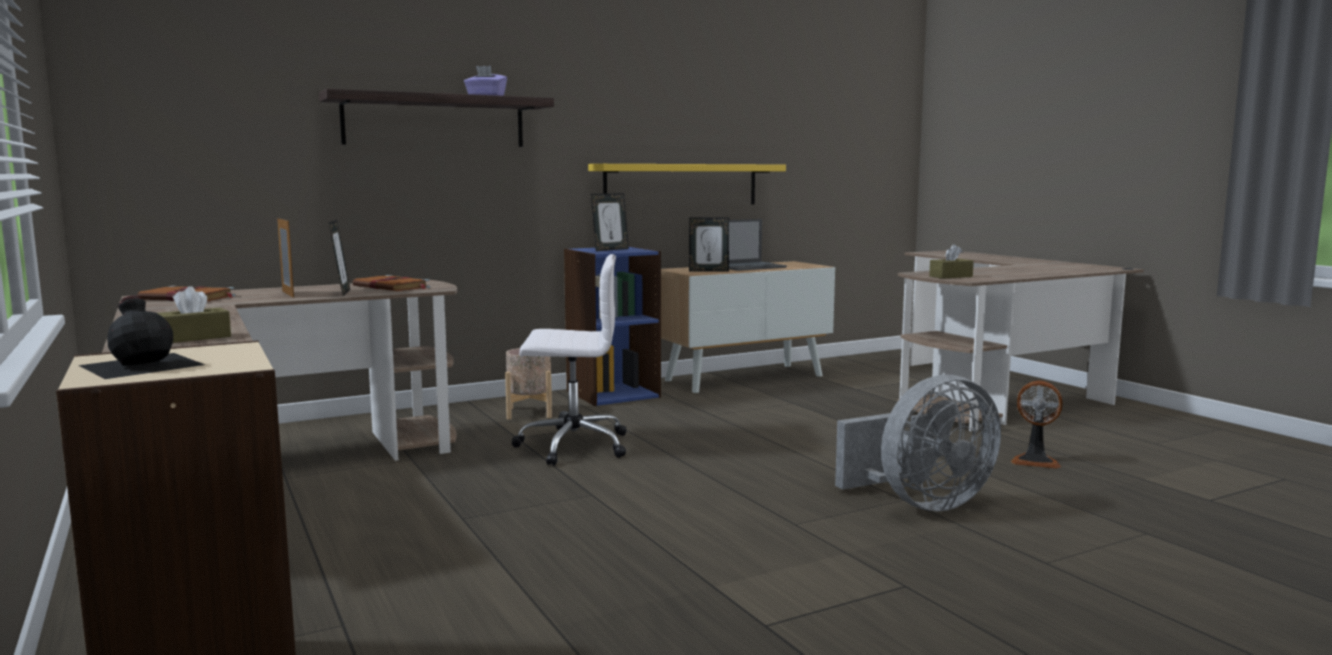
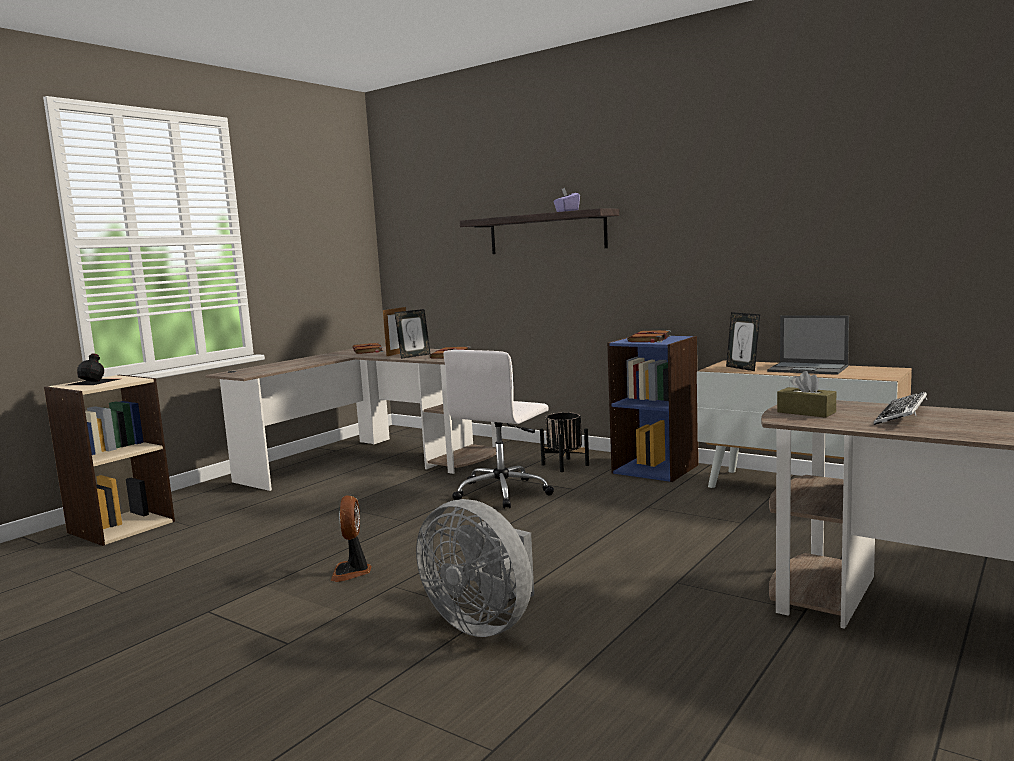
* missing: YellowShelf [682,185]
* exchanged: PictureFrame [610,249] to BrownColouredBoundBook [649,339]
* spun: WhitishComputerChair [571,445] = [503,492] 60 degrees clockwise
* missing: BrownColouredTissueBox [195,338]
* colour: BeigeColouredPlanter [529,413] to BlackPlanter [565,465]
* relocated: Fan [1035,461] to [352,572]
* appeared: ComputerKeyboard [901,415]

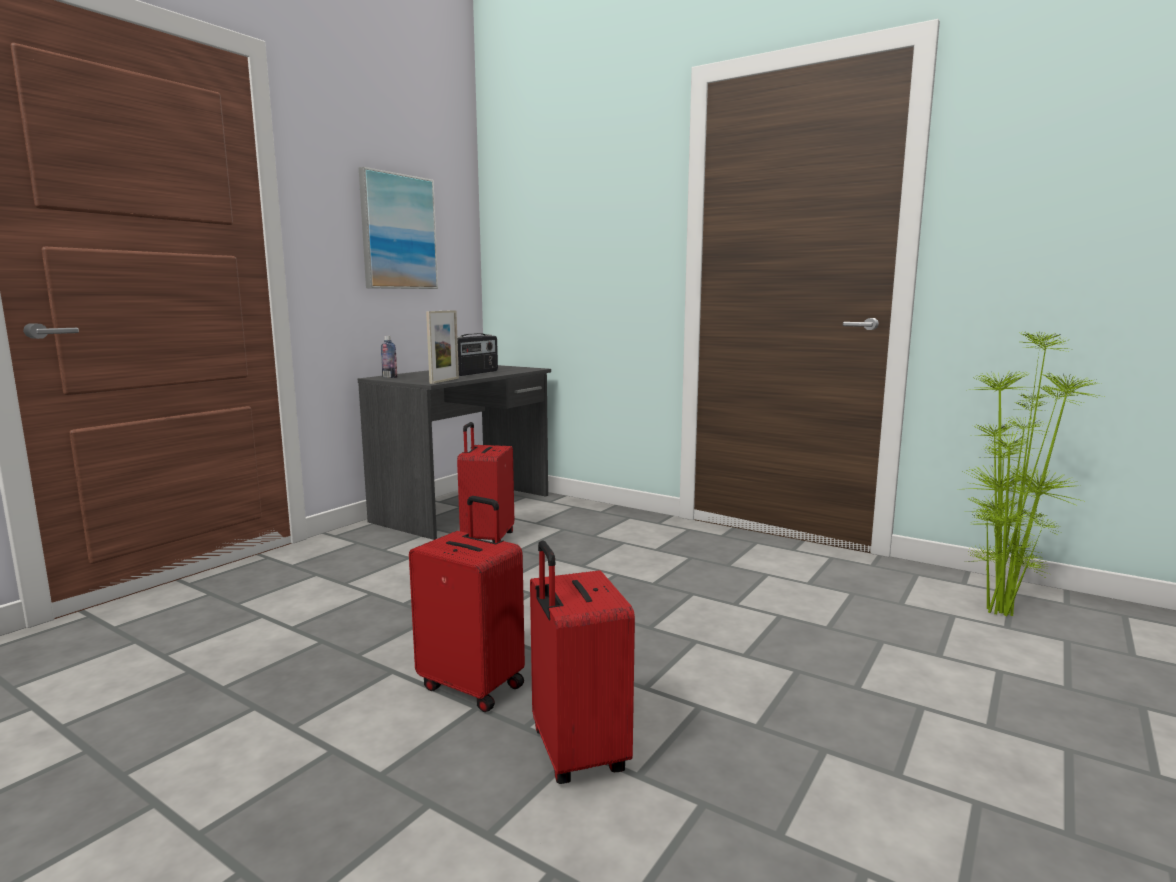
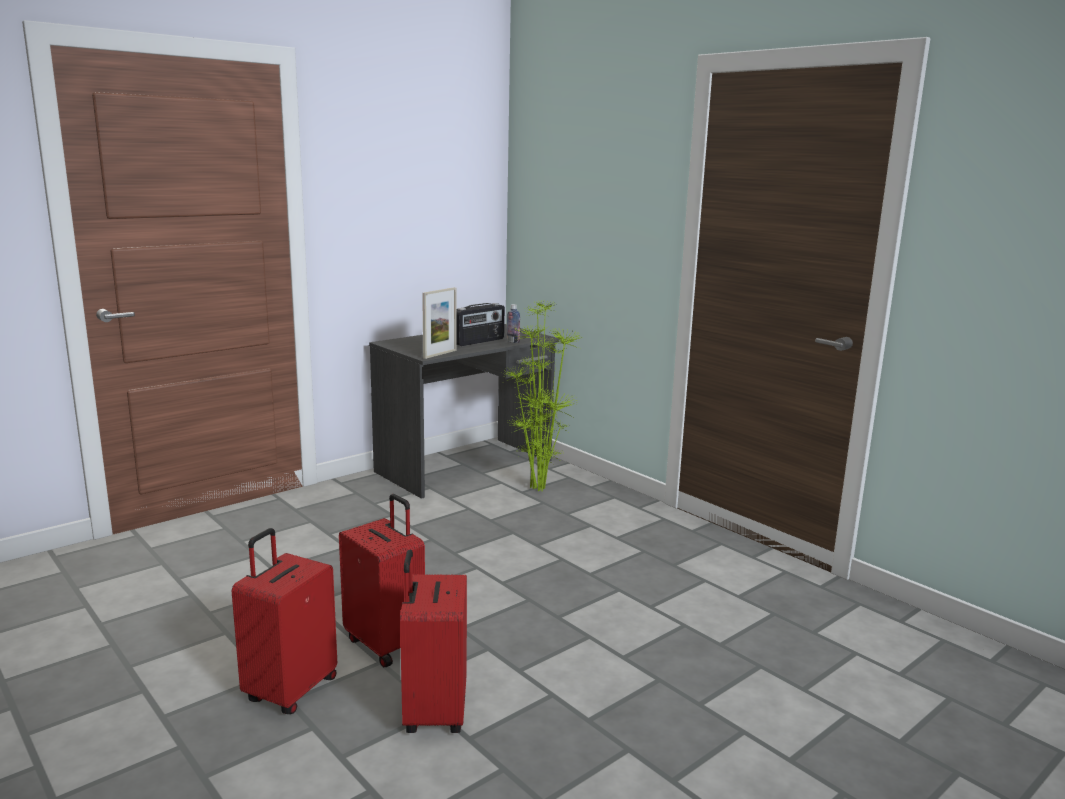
* missing: Picture [398,232]
* relocated: PlantInAPot [1002,614] to [538,490]
* relocated: BeverageBottle [389,377] to [513,341]
* relocated: ReddishPieceOfLuggage [487,539] to [290,690]

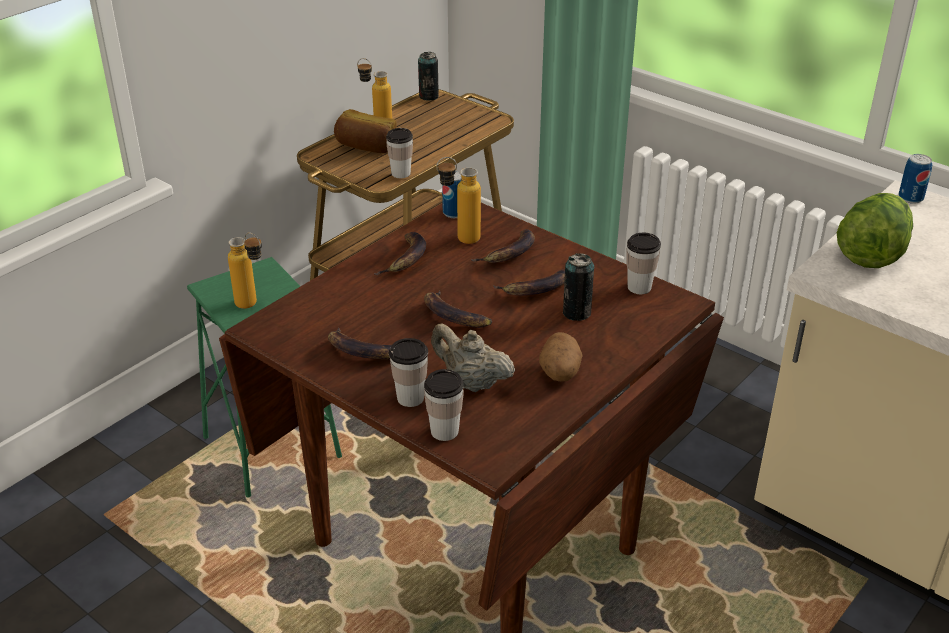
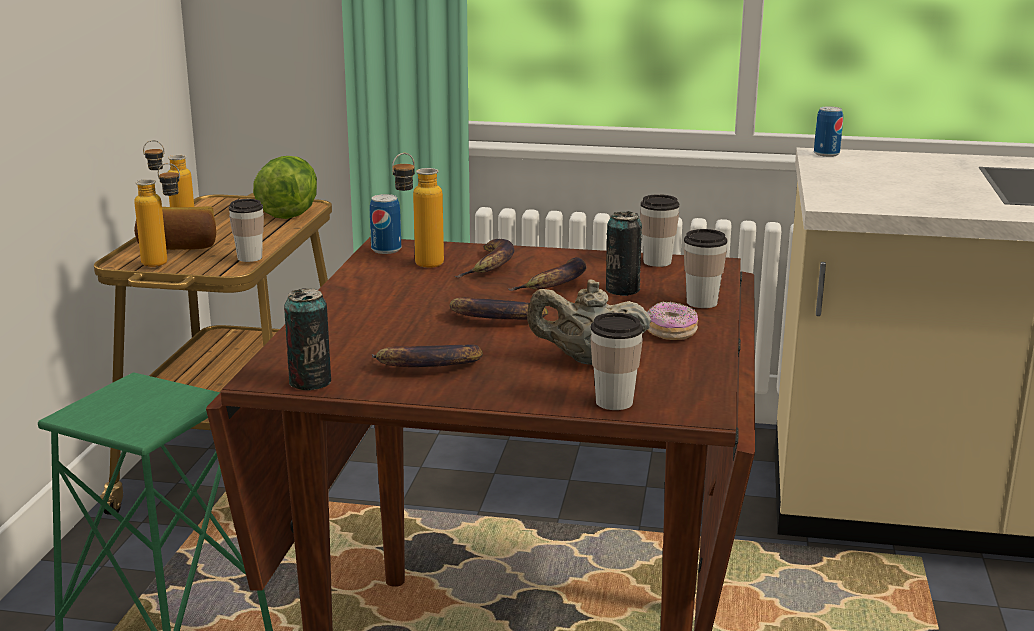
* relocated: SealedCan [428,96] to [310,382]
* relocated: Lettuce [871,253] to [290,212]
* missing: BananaFruit [406,259]
* relocated: BeverageBottle [253,306] to [165,263]
* exchanged: Potato [559,373] to Doughnut [670,333]
* relocated: Cup [410,398] to [701,302]

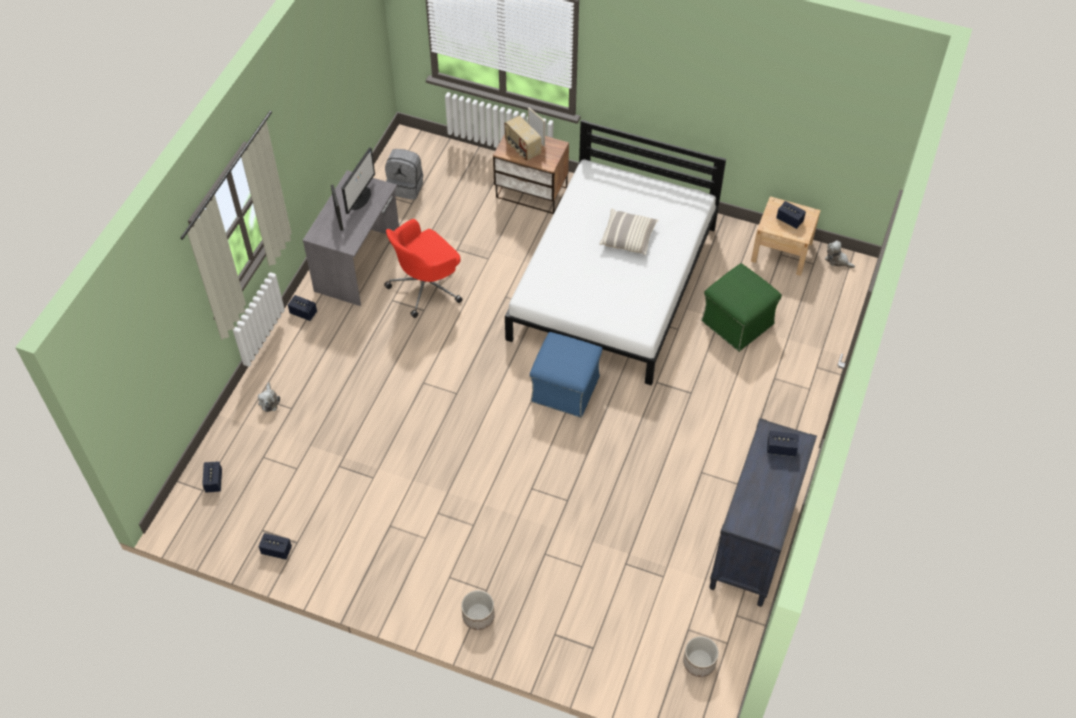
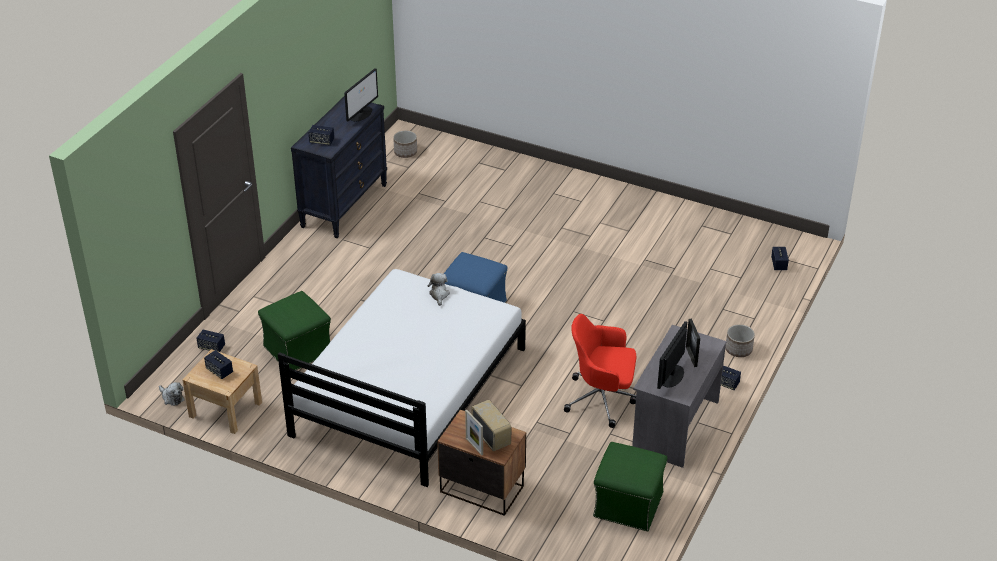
* exchanged: GreyKnapsack [406,187] to GreenishPouffe [627,505]
* missing: Cushion [628,237]
* spun: ReddishComputerChair [426,287] = [602,399] 135 degrees counterclockwise
* relocated: SoftToy [269,401] to [439,295]
* relocated: AudioSpeaker [276,550] to [211,347]
* relocated: Planter [478,616] to [739,350]
* appeared: ComputerScreen [361,113]

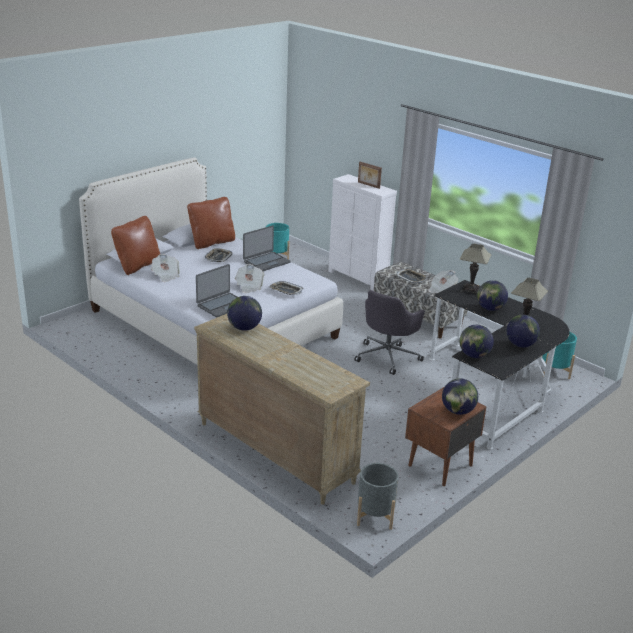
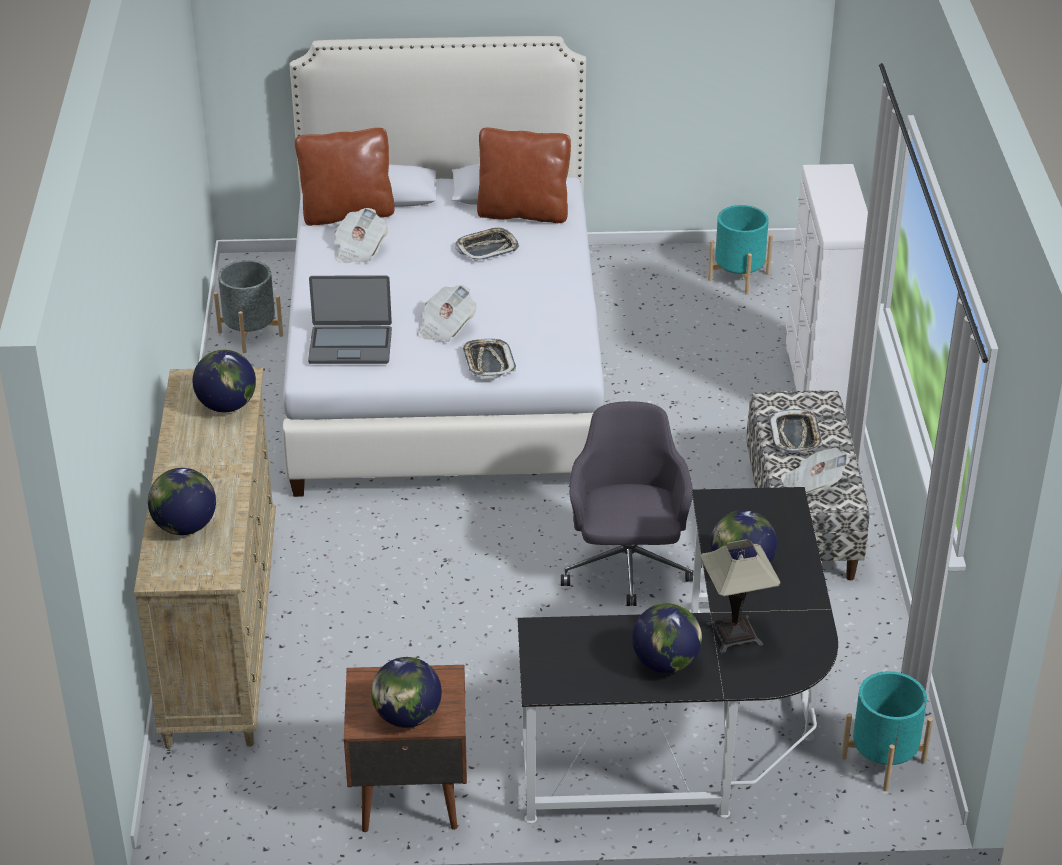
* missing: PictureFrame [368,185]
* missing: Laptop [266,262]
* missing: TabletopLamp [470,290]
* spun: GreyComputerChair [388,356] = [627,567] 105 degrees clockwise
* relocated: DeskGlobe [474,355] to [185,527]
* relocated: GreyPlanter [375,516] to [250,334]

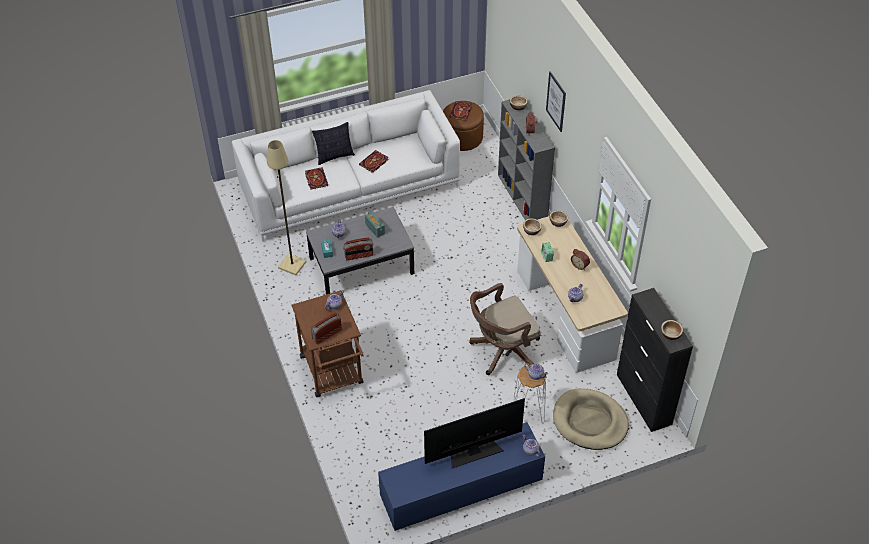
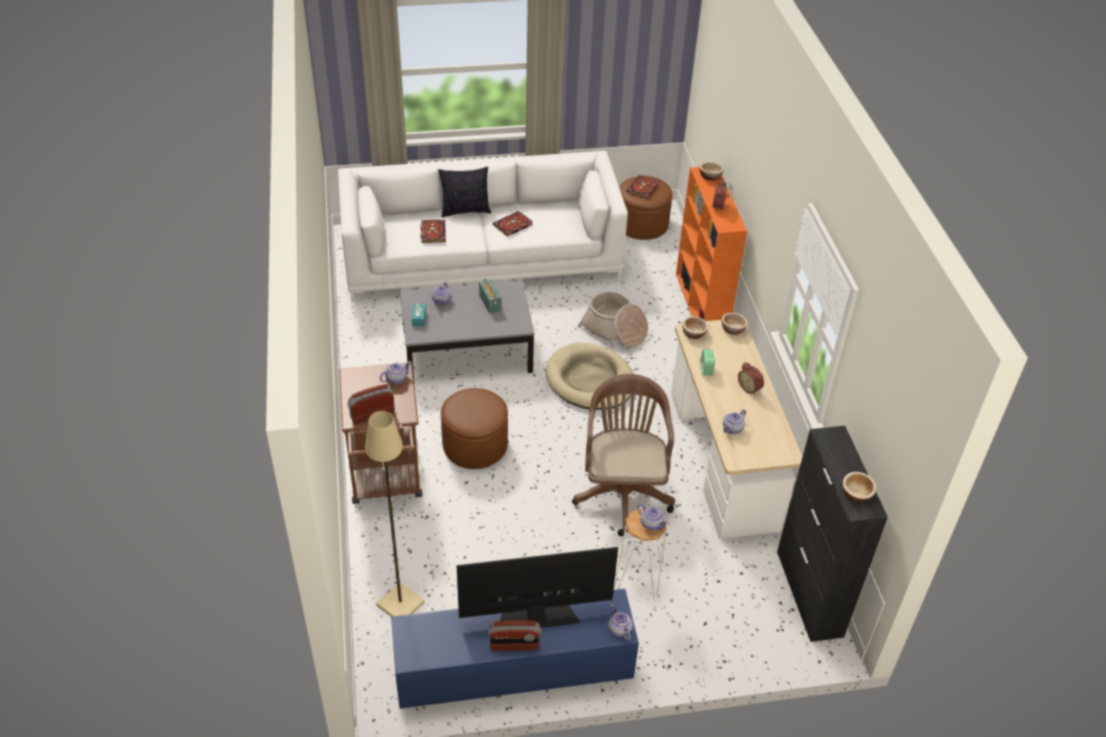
* missing: Picture [556,101]
* colour: GreyShelvingUnit [522,198] to OrangeyShelvingUnit [701,306]
* relocated: BeigeColouredFloorLamp [291,265] to [399,604]
* relocated: RadioReceiver [359,256] to [514,645]
* spun: BrownColouredComputerChair [502,351] = [622,491] 105 degrees clockwise
* relocated: BeigeColouredPetBed [590,421] to [590,380]
* appeared: StorageBasket [614,330]
* appeared: BrownColouredPouffe [475,445]

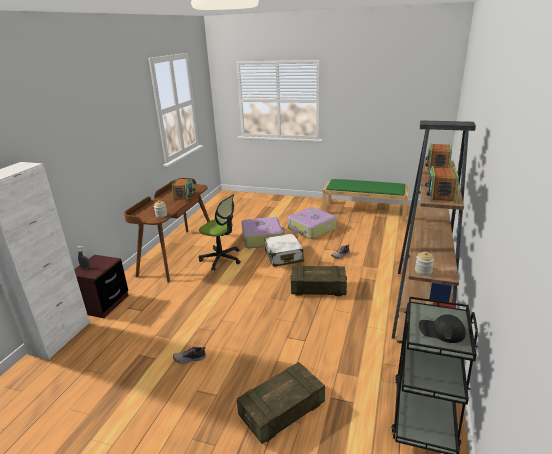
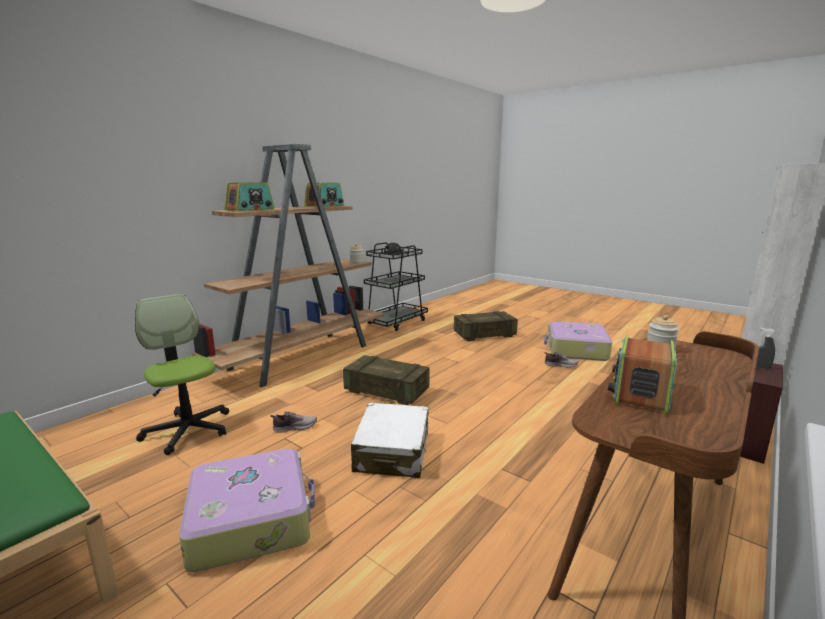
* relocated: ComputerChair [221,259] to [188,430]
* relocated: PieceOfLuggage [262,238] to [576,350]

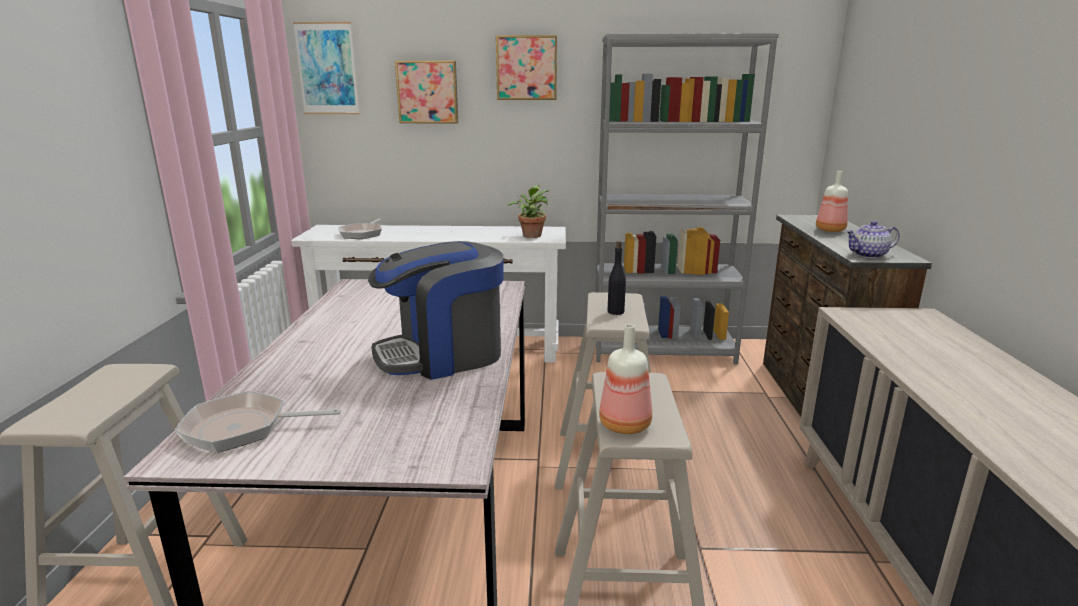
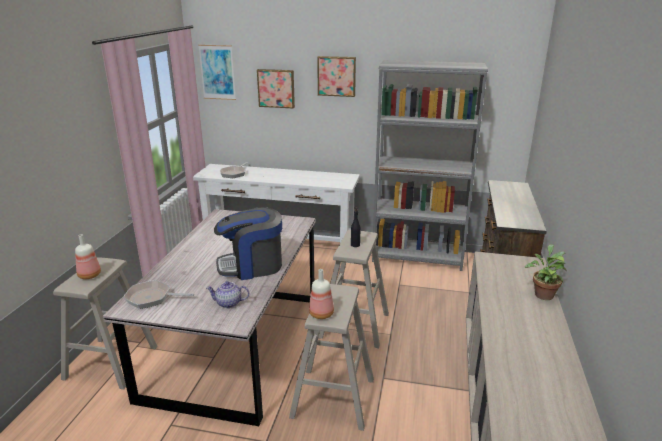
* relocated: BeverageBottle [831,230] to [89,276]
* relocated: PlantInAPot [531,235] to [542,294]
* relocated: PotForTea [868,255] to [228,303]

